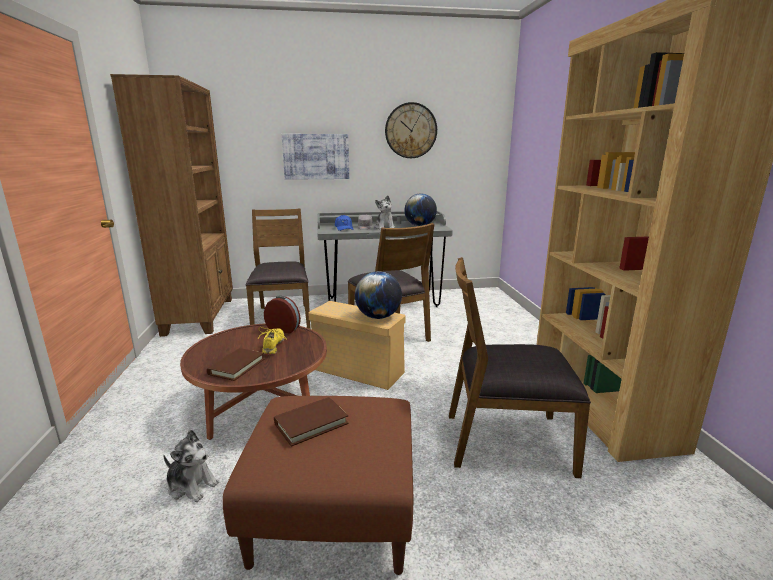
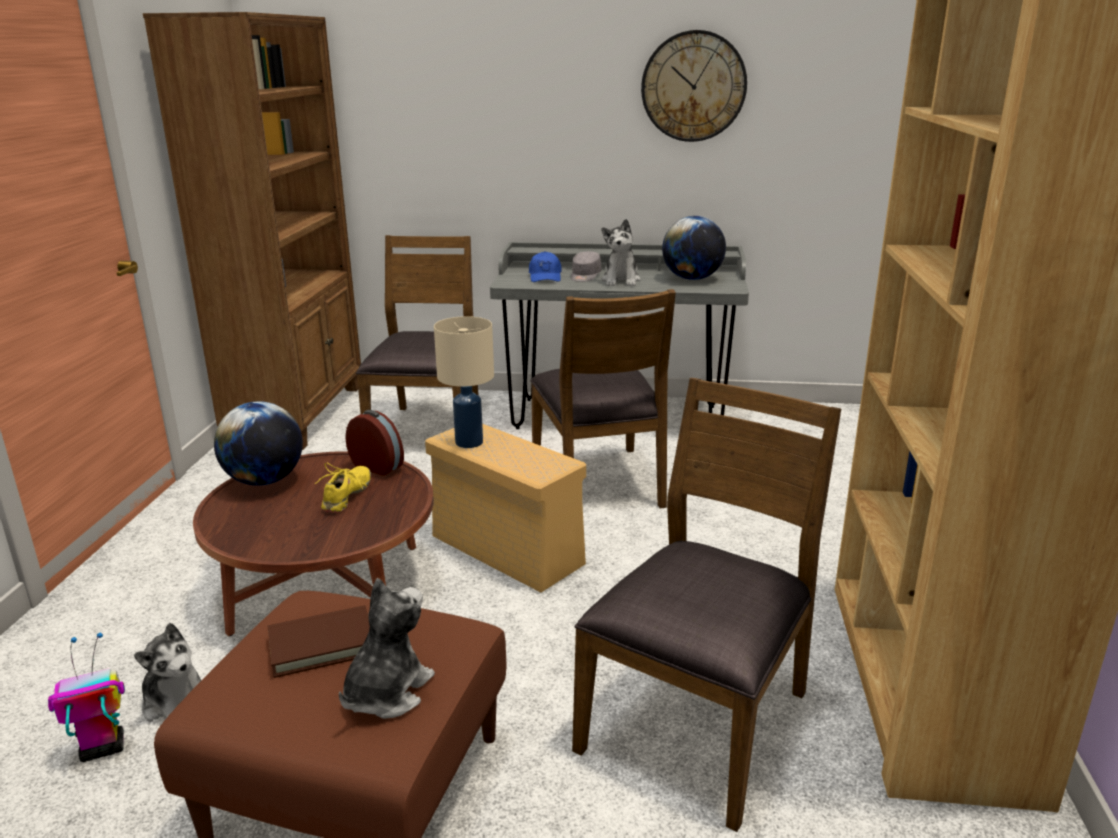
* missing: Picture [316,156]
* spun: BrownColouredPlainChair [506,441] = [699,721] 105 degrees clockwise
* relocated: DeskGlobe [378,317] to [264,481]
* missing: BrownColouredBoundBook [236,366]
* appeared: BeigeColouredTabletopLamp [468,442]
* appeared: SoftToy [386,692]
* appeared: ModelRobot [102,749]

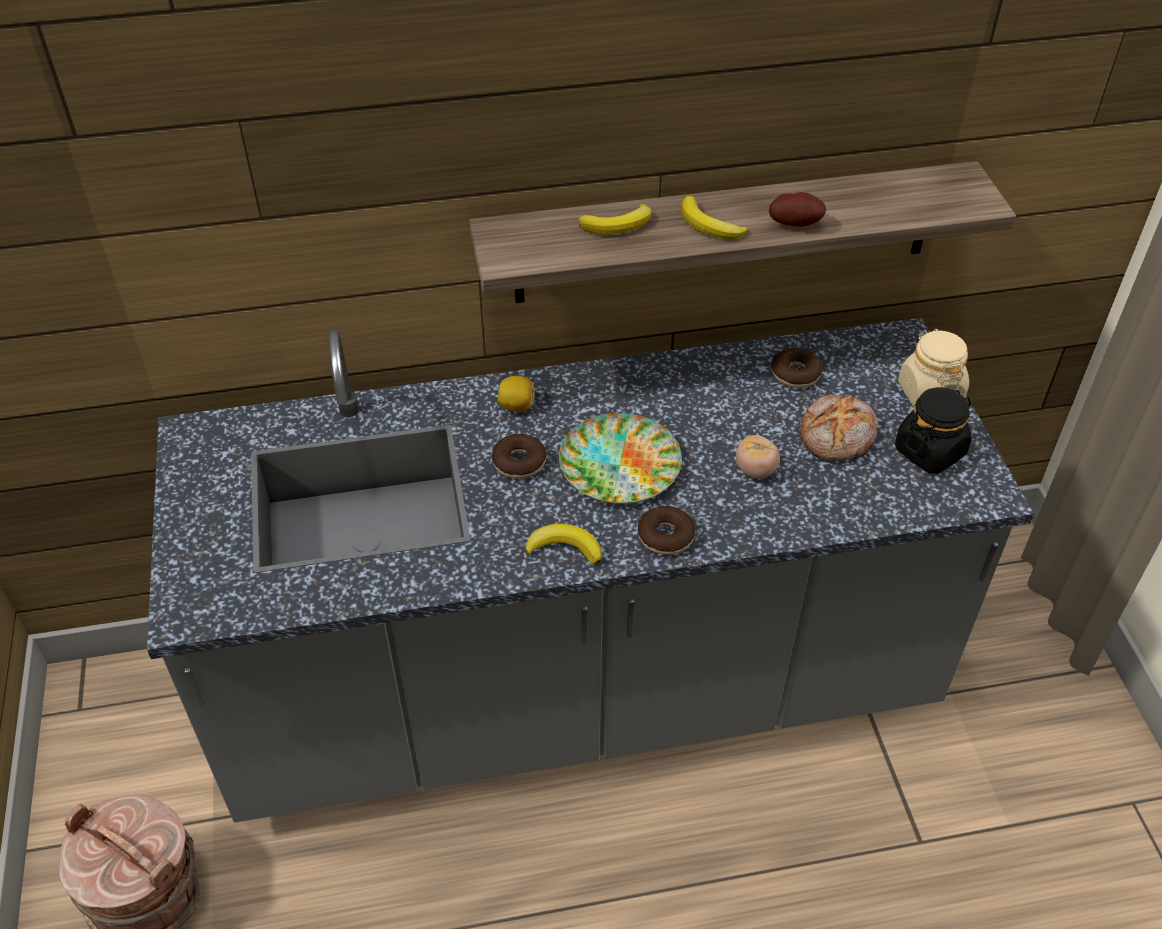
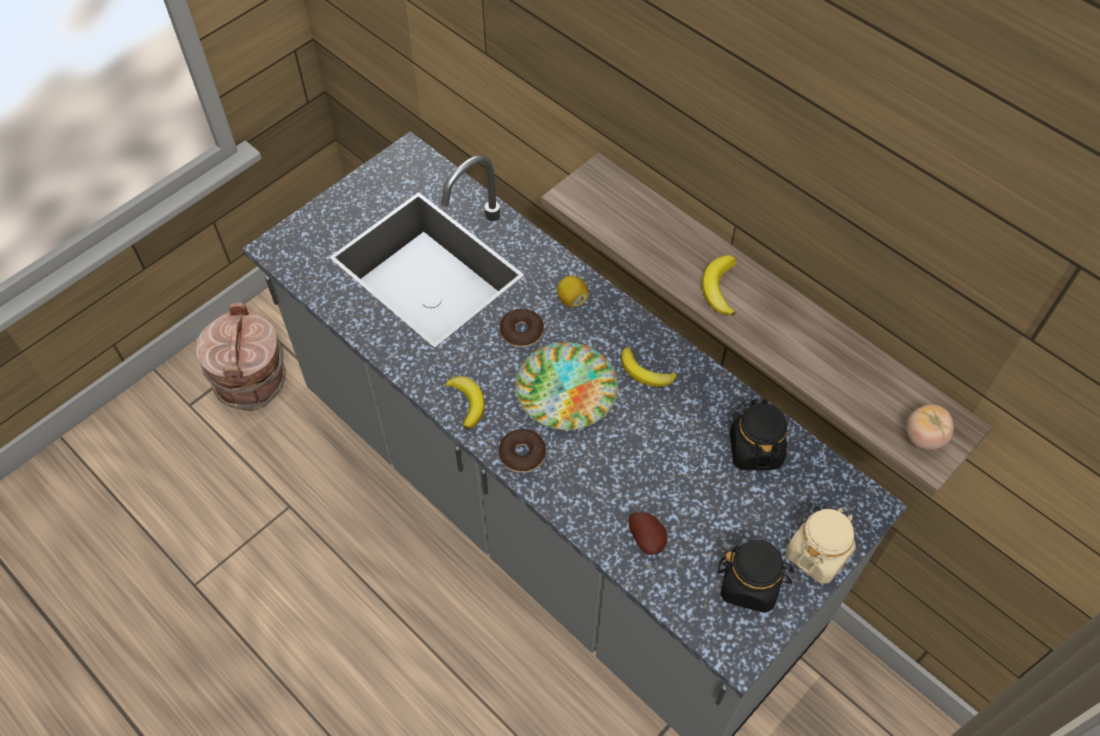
* relocated: Potato [795,224] to [648,539]
* relocated: BananaFruit [618,225] to [645,372]
* exchanged: Doughnut [795,374] to BlackStorageJar [755,449]
* missing: Bread [839,437]
* relocated: FreshTomato [755,470] to [923,437]

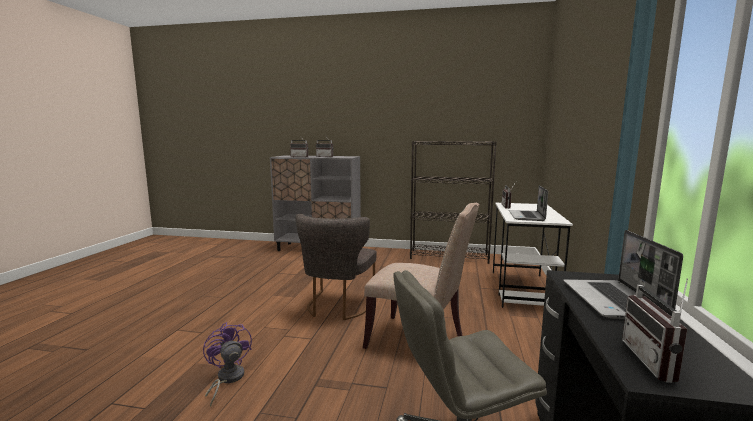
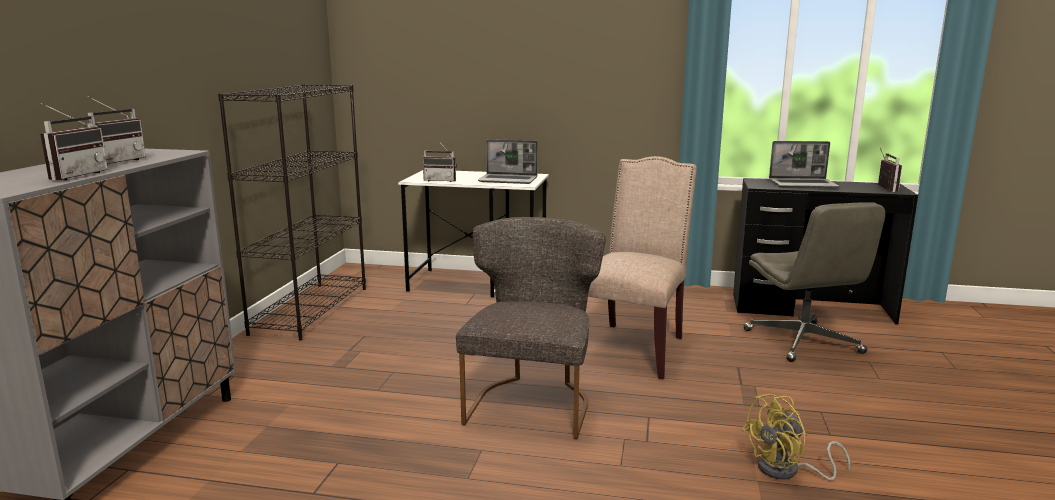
* spun: GreyPlainChair [337,307] = [532,402] 90 degrees counterclockwise
* spun: RadioReceiver [658,362] = [882,189] 90 degrees counterclockwise
* colour: PurplishFan [227,379] to YellowFan [787,471]

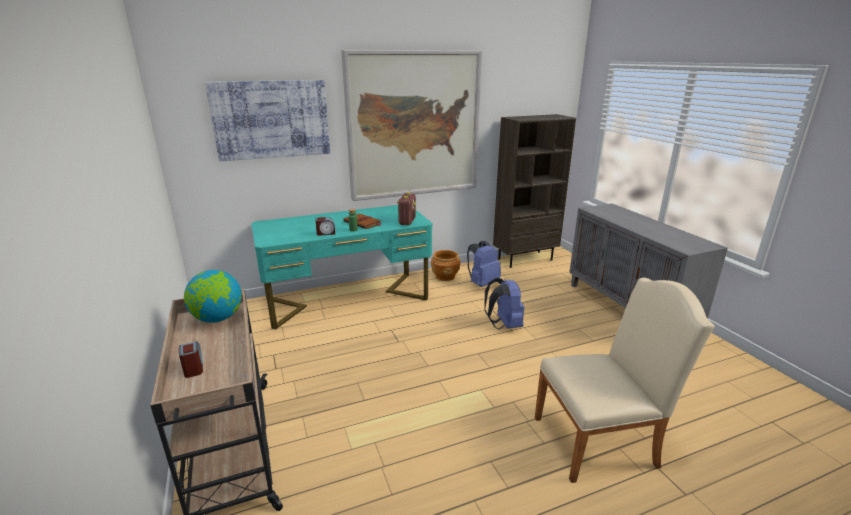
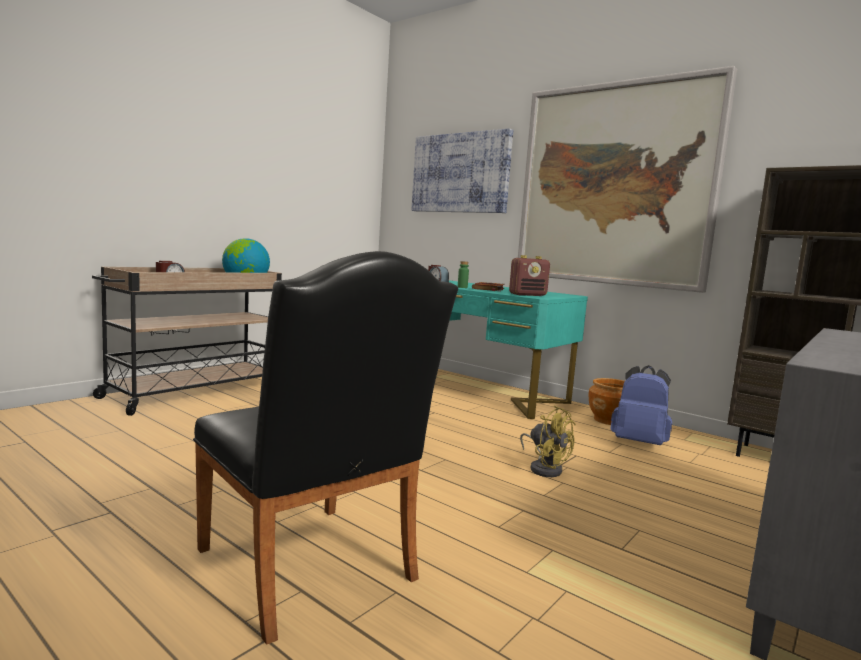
* exchanged: BluishKnapsack [504,325] to YellowFan [544,468]
* colour: BeigeColouredPlainChair [601,440] to BlackPlainChair [312,571]

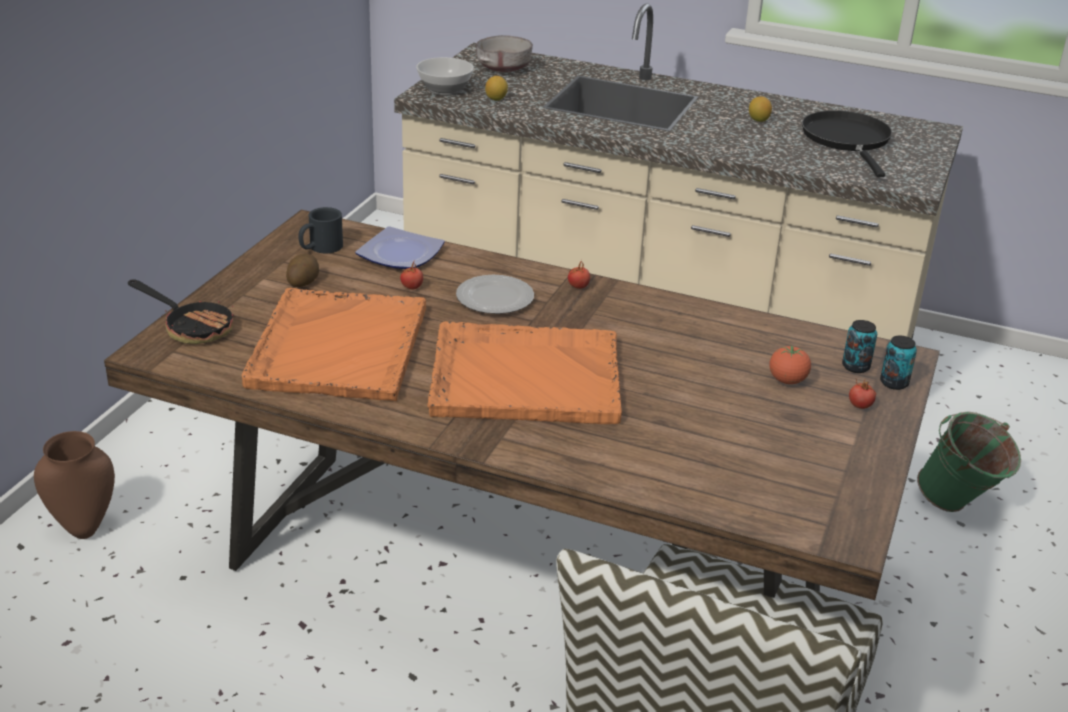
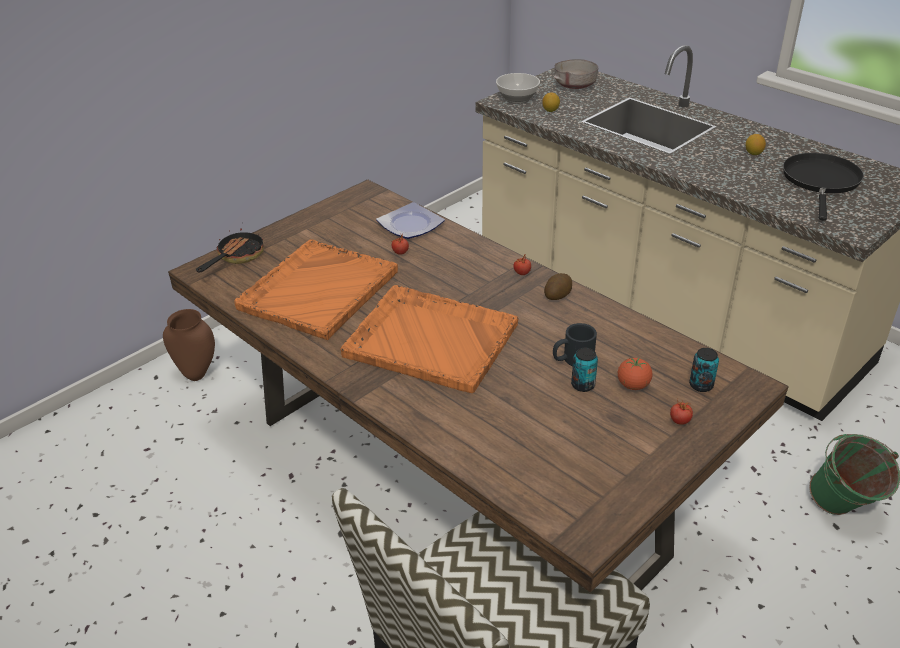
* relocated: BlackCoffeeMug [320,248] to [572,359]
* relocated: Potato [303,281] to [557,295]
* missing: Plate [495,298]
* spun: FryingPan [192,327] = [236,257] 120 degrees counterclockwise
* relocated: SealedCan [894,383] to [583,385]

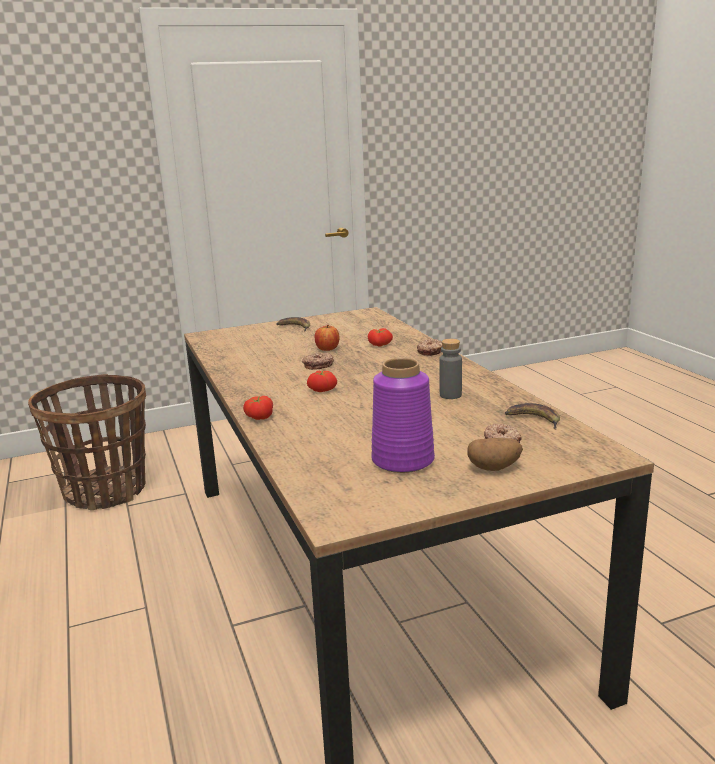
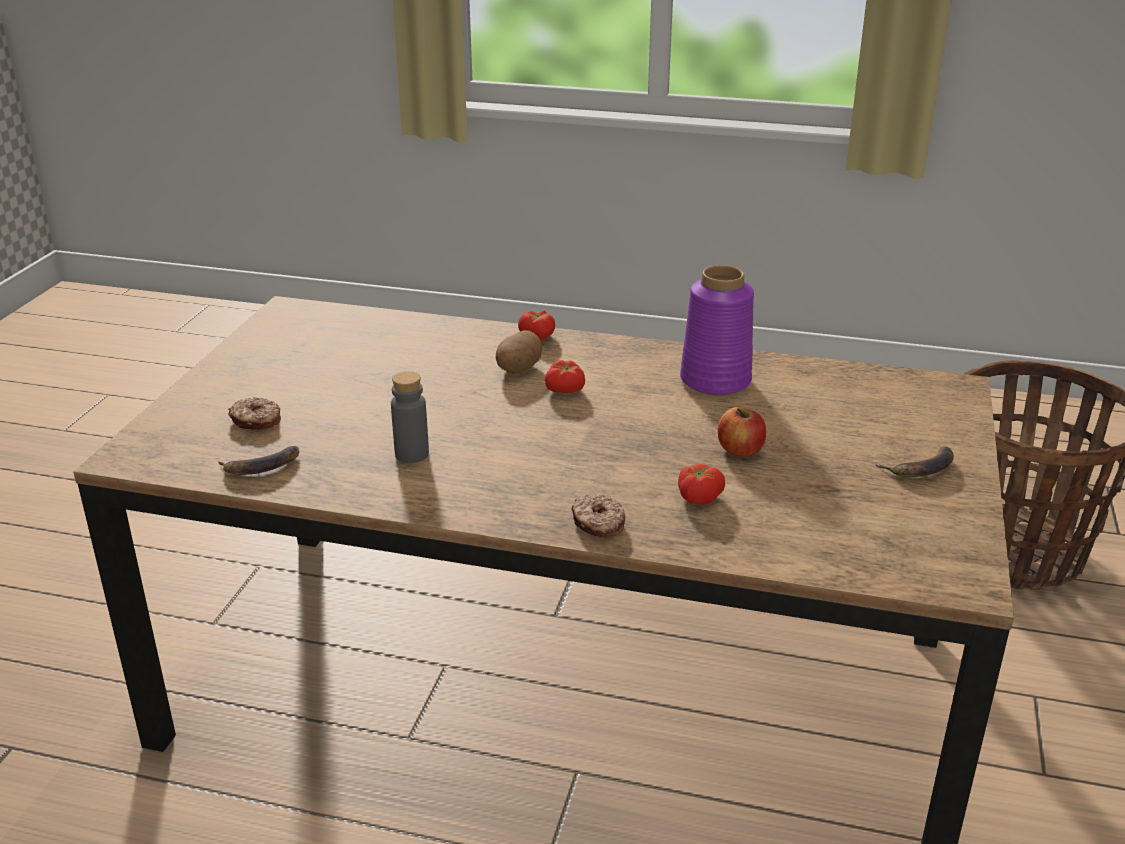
* missing: Doughnut [318,365]
* relocated: PurplishVase [402,460] to [716,380]
* relocated: Potato [494,468] to [518,369]

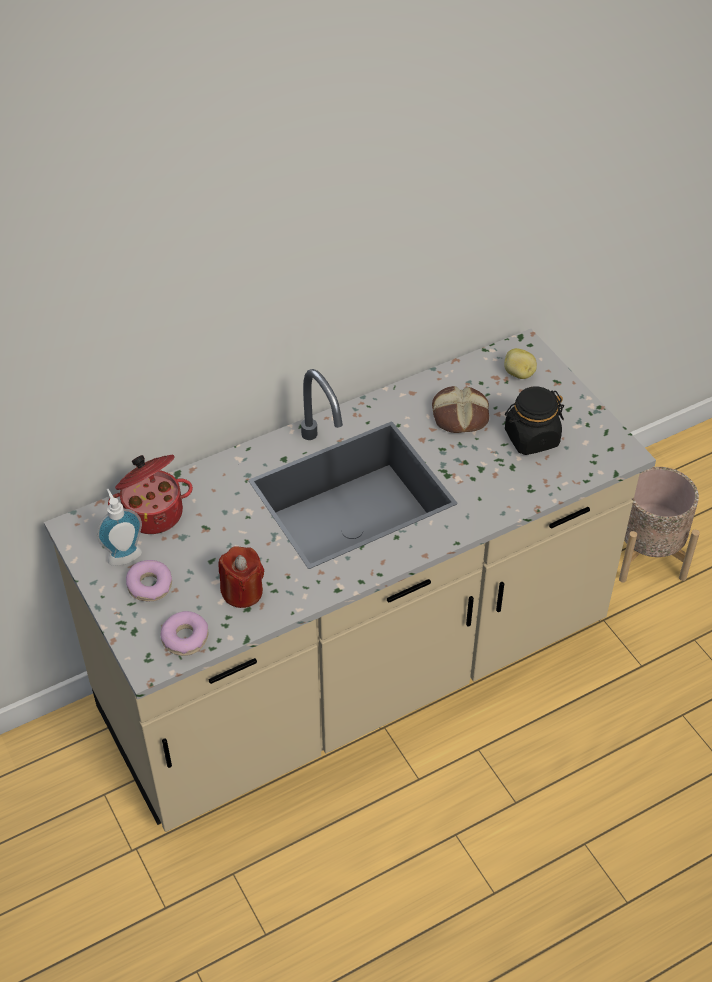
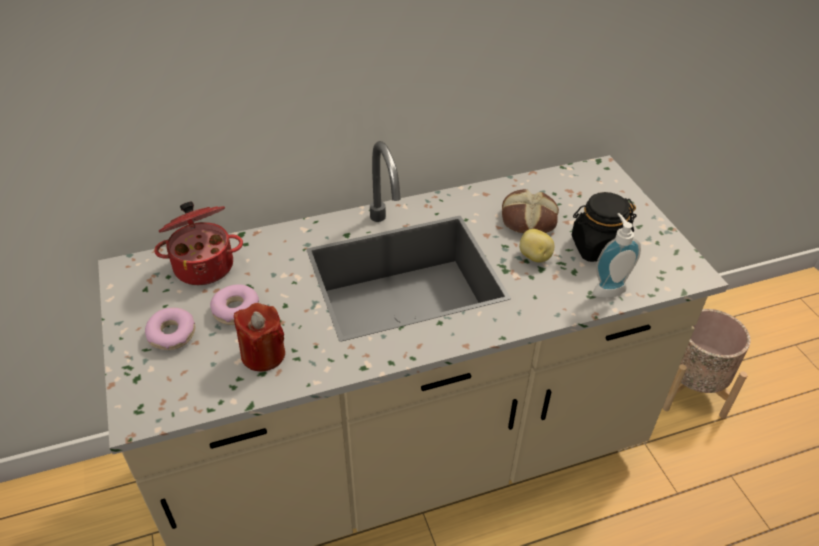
* relocated: Potato [519,374] to [534,257]
* relocated: LiquidSoapBottle [123,554] to [607,288]
* relocated: Doughnut [185,638] to [236,310]

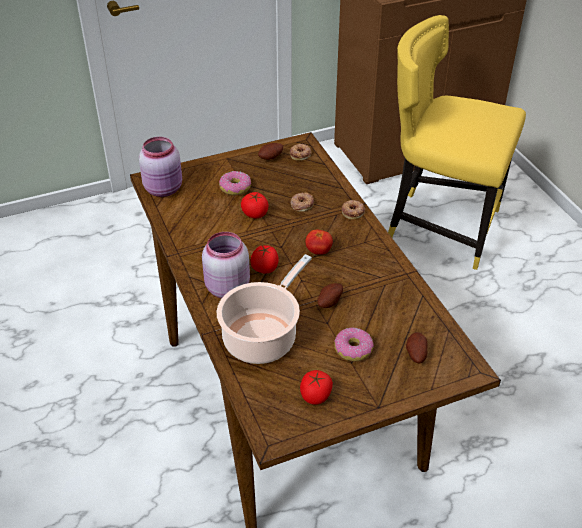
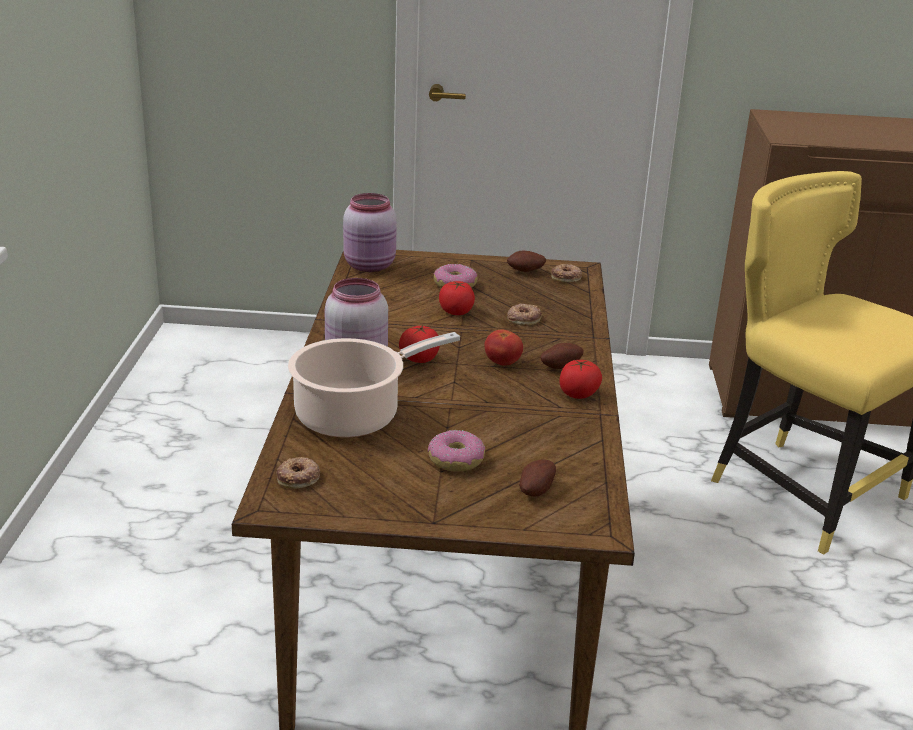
* relocated: Doughnut [353,211] to [299,477]
* relocated: Potato [329,302] to [560,366]
* relocated: FreshTomato [315,396] to [578,394]

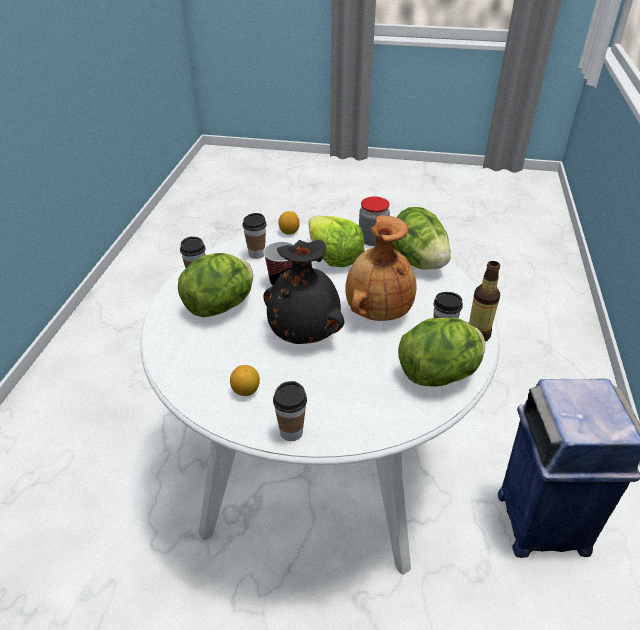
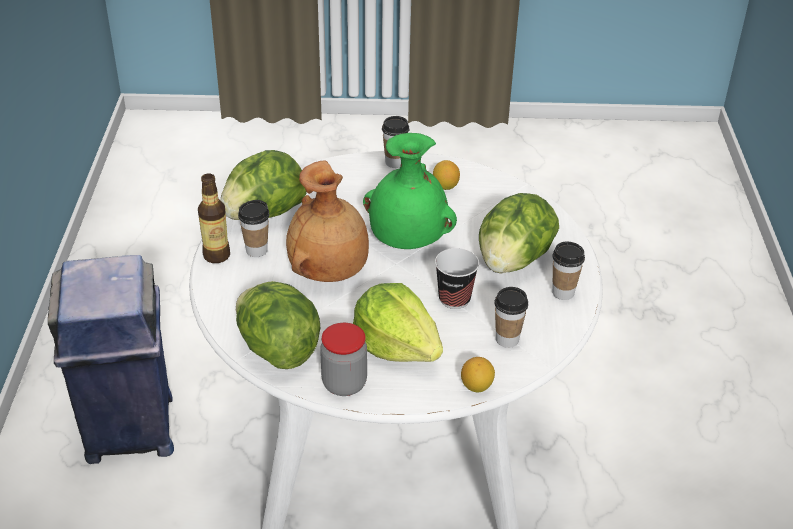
* colour: BlackVase [305,332] to GreenishVase [407,241]

